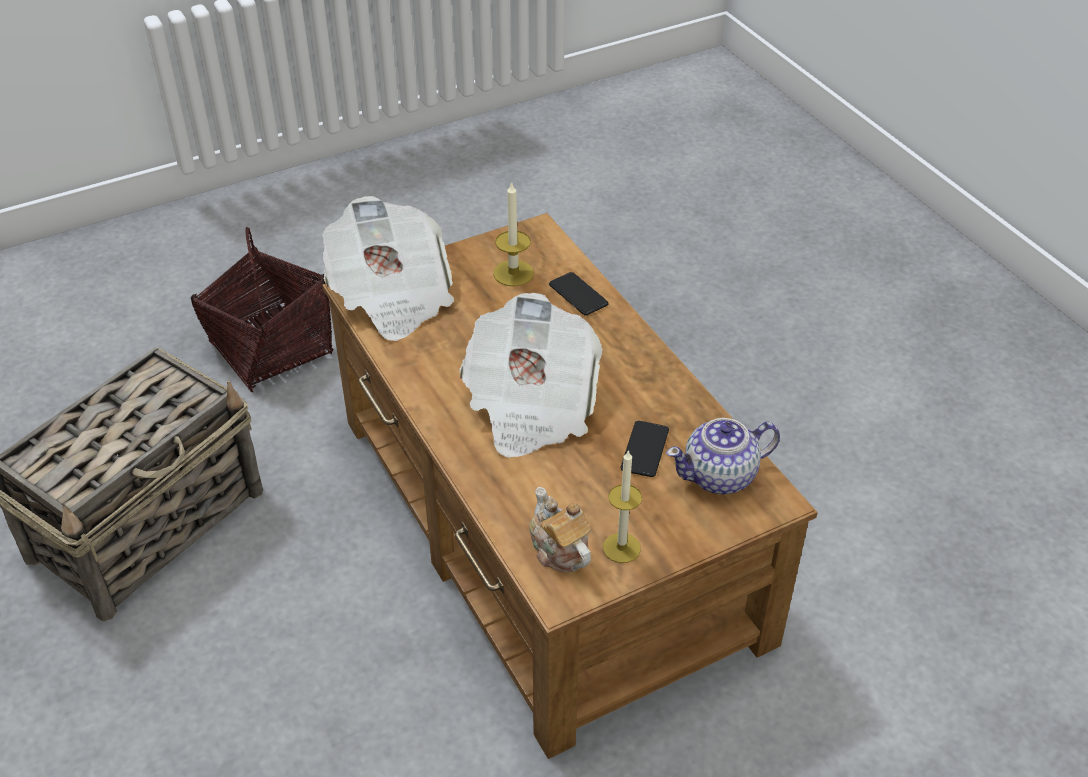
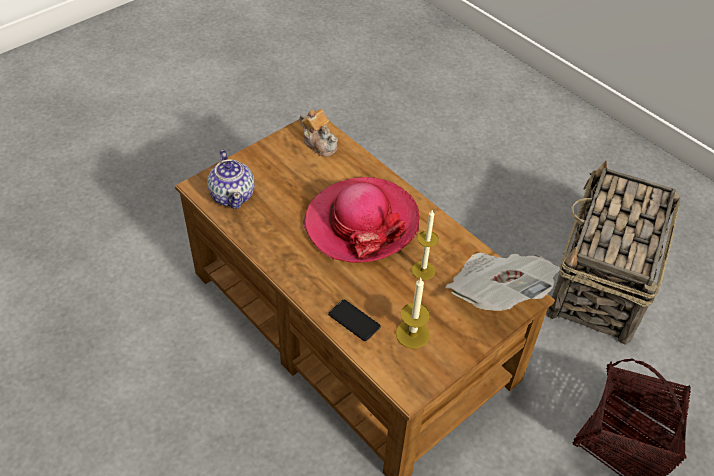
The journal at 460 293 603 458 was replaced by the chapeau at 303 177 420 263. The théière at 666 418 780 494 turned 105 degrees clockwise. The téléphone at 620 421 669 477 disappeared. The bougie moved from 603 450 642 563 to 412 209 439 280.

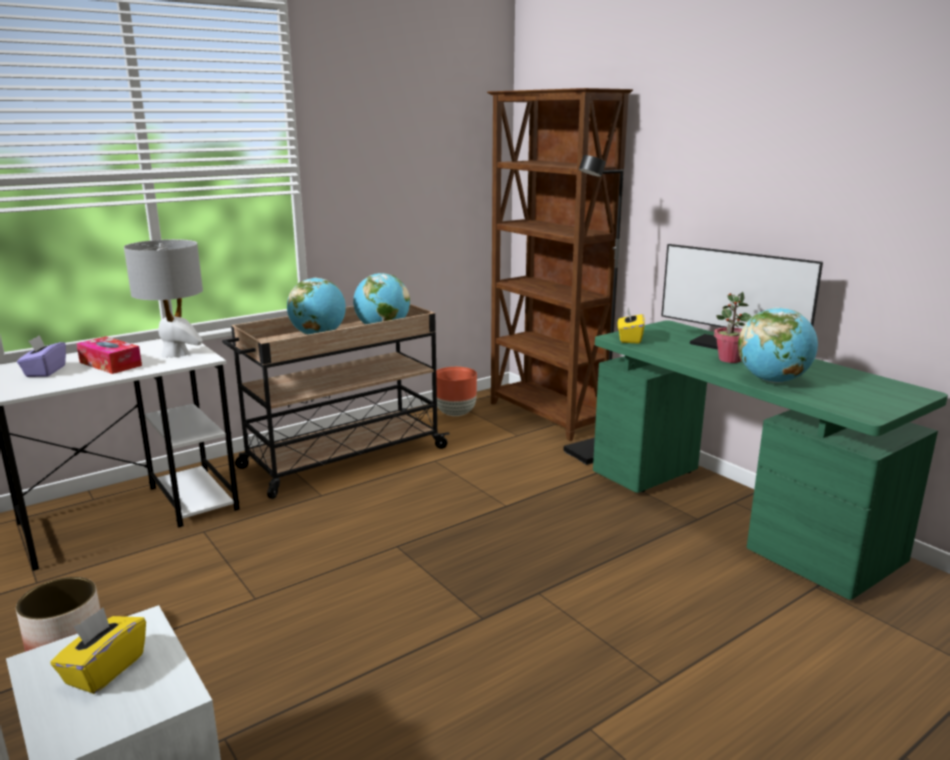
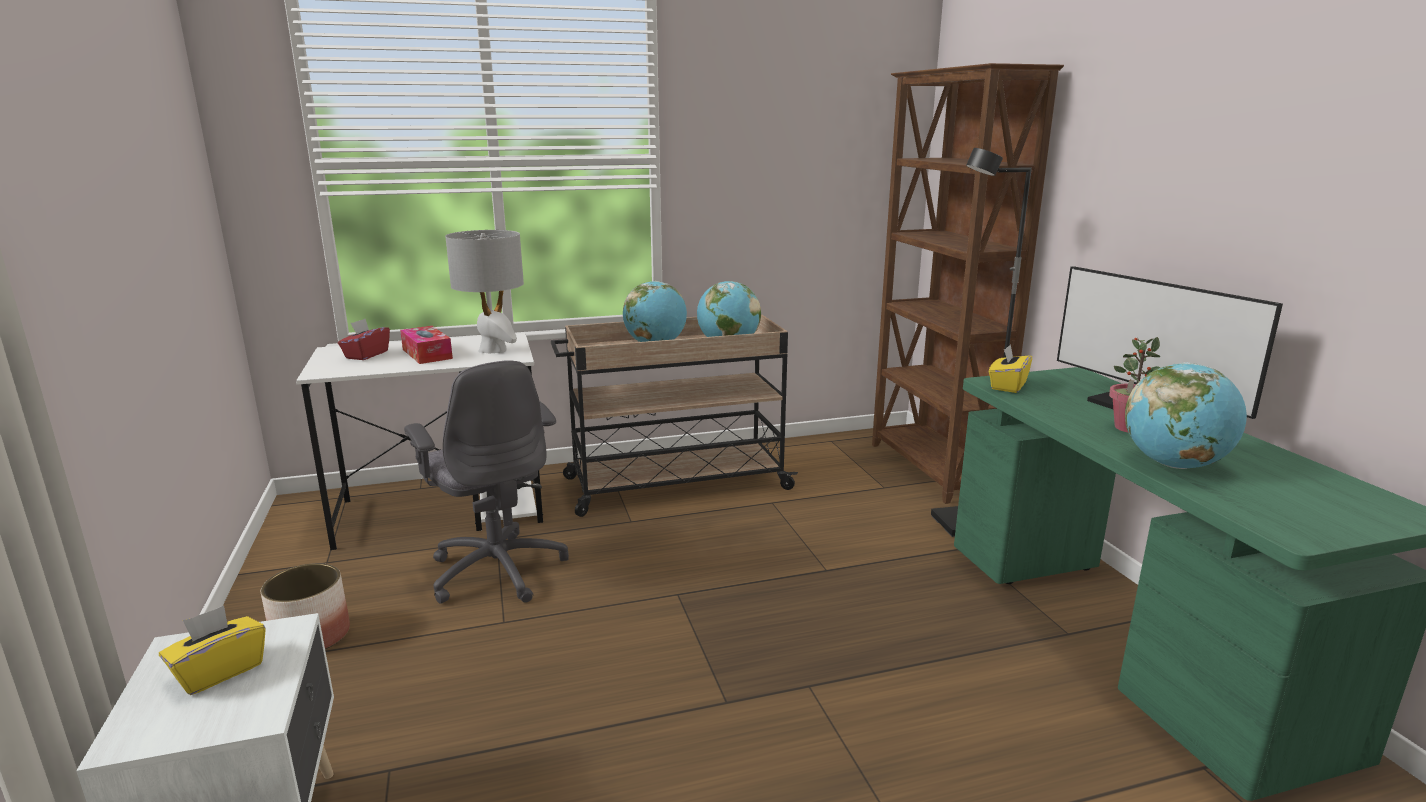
The boîte à mouchoirs [violet] at 17 335 66 377 became the boîte à mouchoirs [rouge] at 338 319 390 360. The cache-pot [marron] at 436 367 477 416 disappeared. The chaise de bureau [gris] at 404 361 569 604 appeared.

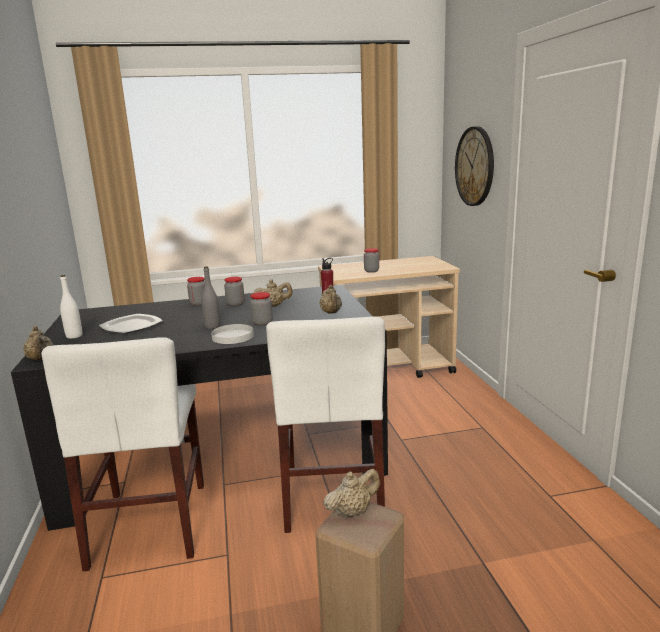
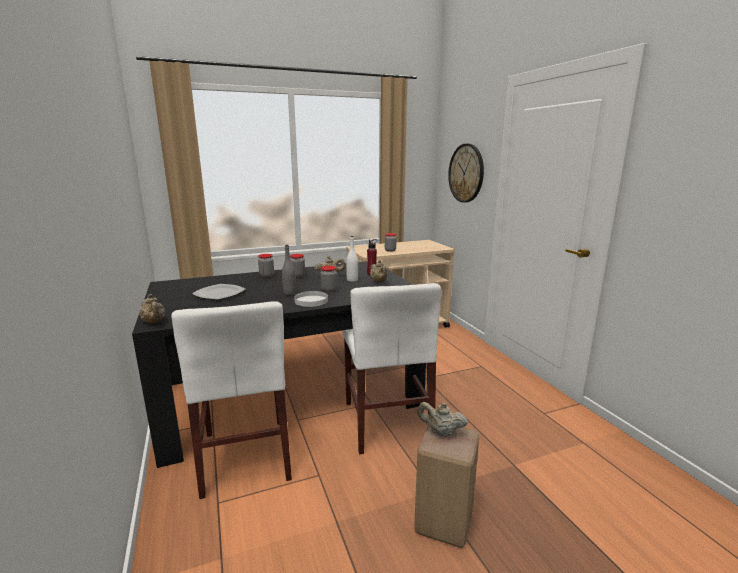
The bouteille [blanc] moved from 60 275 82 339 to 346 236 358 282. The théière [beige] at 324 469 380 518 turned 120 degrees counterclockwise.

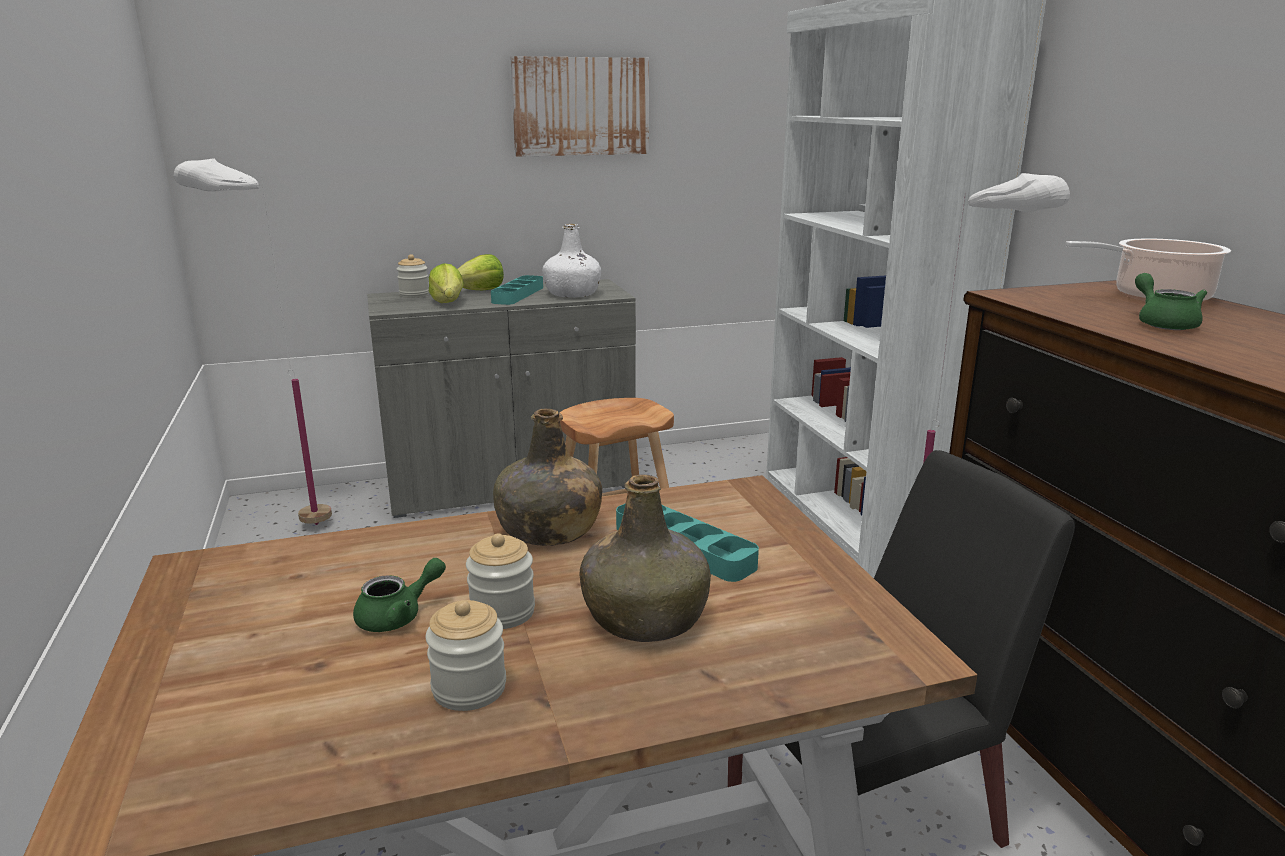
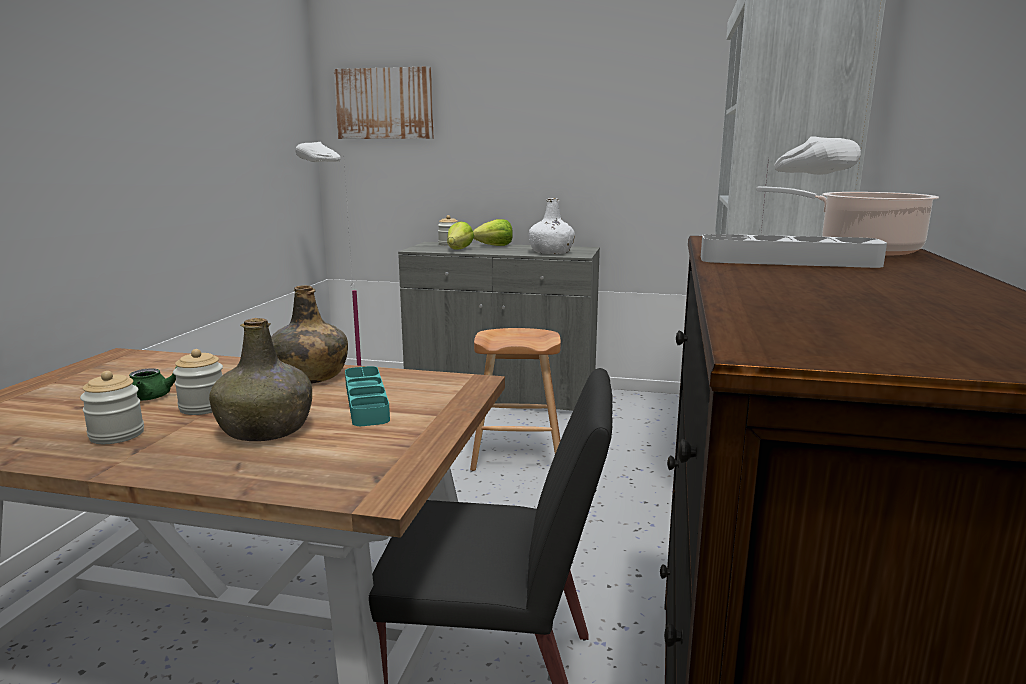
The tableau moved from 510 56 649 157 to 334 66 433 139. The théière [vert] at 1135 273 1207 330 was replaced by the plateau [gris] at 701 234 887 268. The plateau [turquoise] at 491 275 543 305 disappeared.

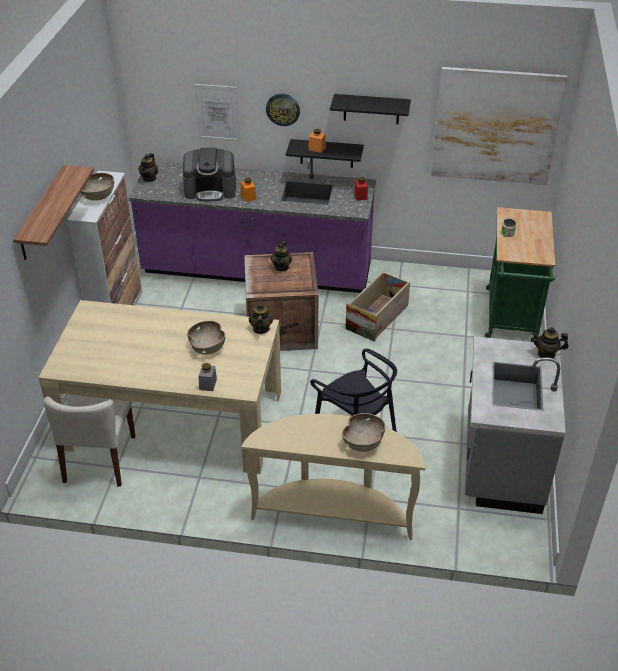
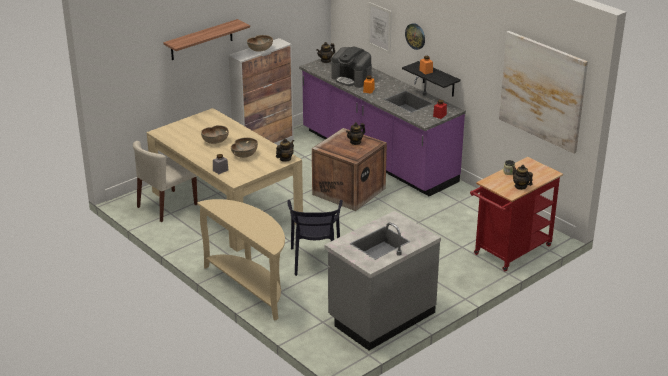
The étagère [noir] at 330 94 411 124 disappeared. The chariot [vert] at 485 207 555 342 became the chariot [rouge] at 470 157 563 271. The caisse at 346 271 410 342 disappeared. The théière moved from 532 327 568 358 to 512 165 533 190. The bol [marron] moved from 342 413 386 452 to 201 125 229 144.

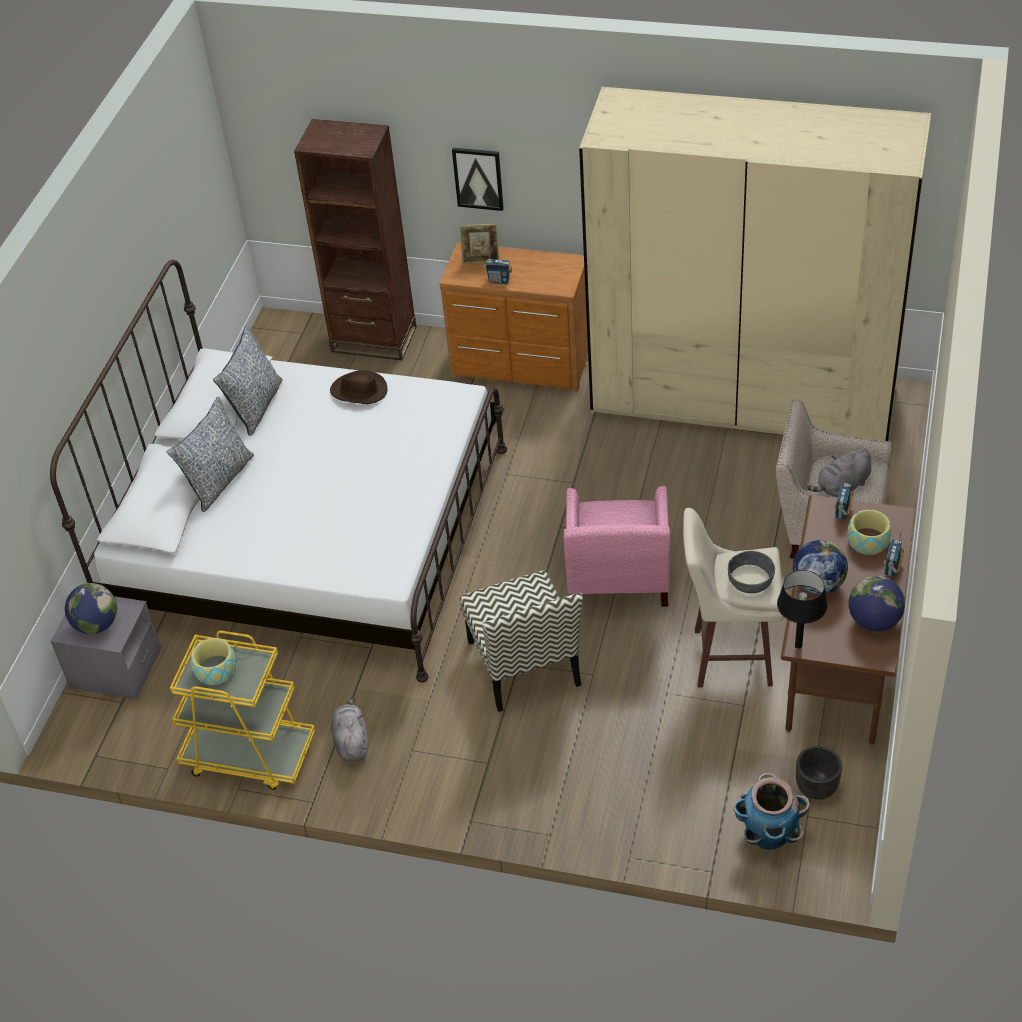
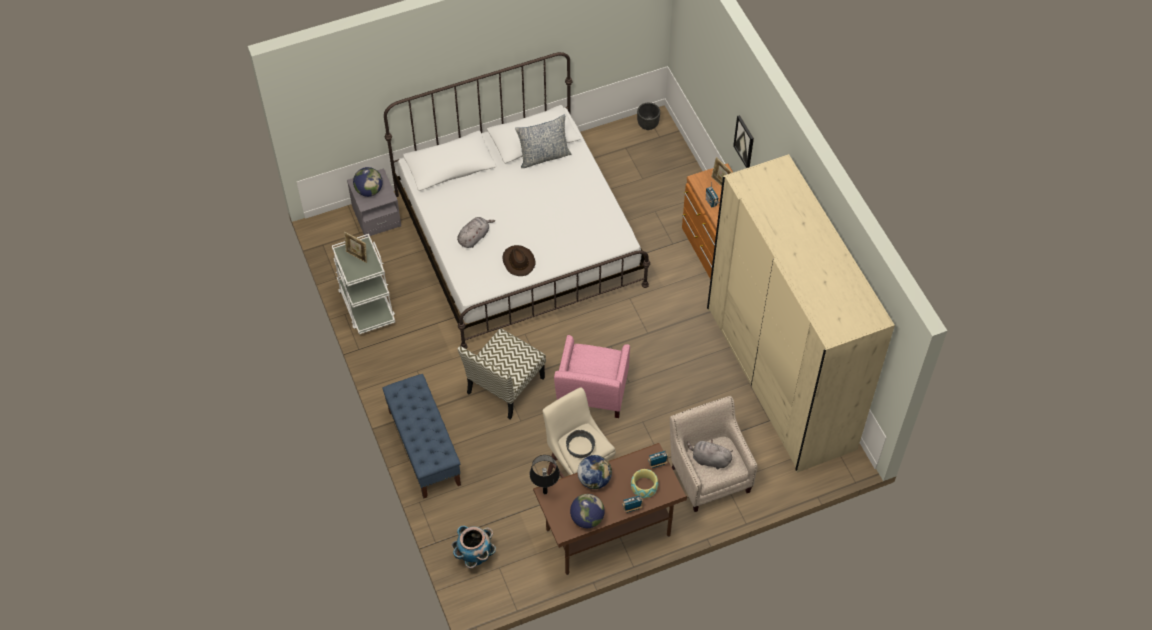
The bibliothèque [marron] at 294 119 417 360 disappeared. The chapeau [marron] moved from 330 370 387 404 to 502 245 536 276. The coussin at 167 397 254 512 disappeared. The fauteuil [rose] at 564 486 670 606 turned 45 degrees counterclockwise. The chariot [jaune] at 170 631 316 790 became the chariot [blanc] at 332 234 395 334. The bol at 190 638 236 685 was replaced by the cadre photo at 344 232 367 263. The peluche [gris] moved from 331 698 368 762 to 457 217 495 248. The cache-pot [noir] moved from 796 746 842 800 to 637 103 660 130. The banc [bleu] at 382 374 461 498 appeared.

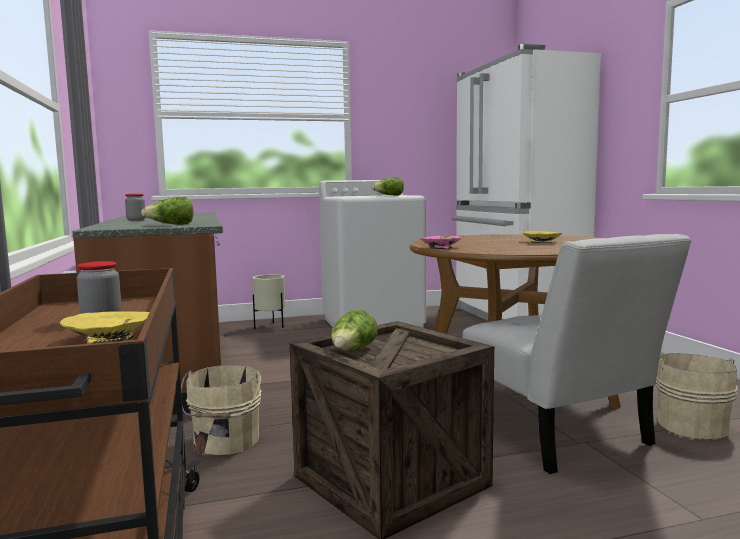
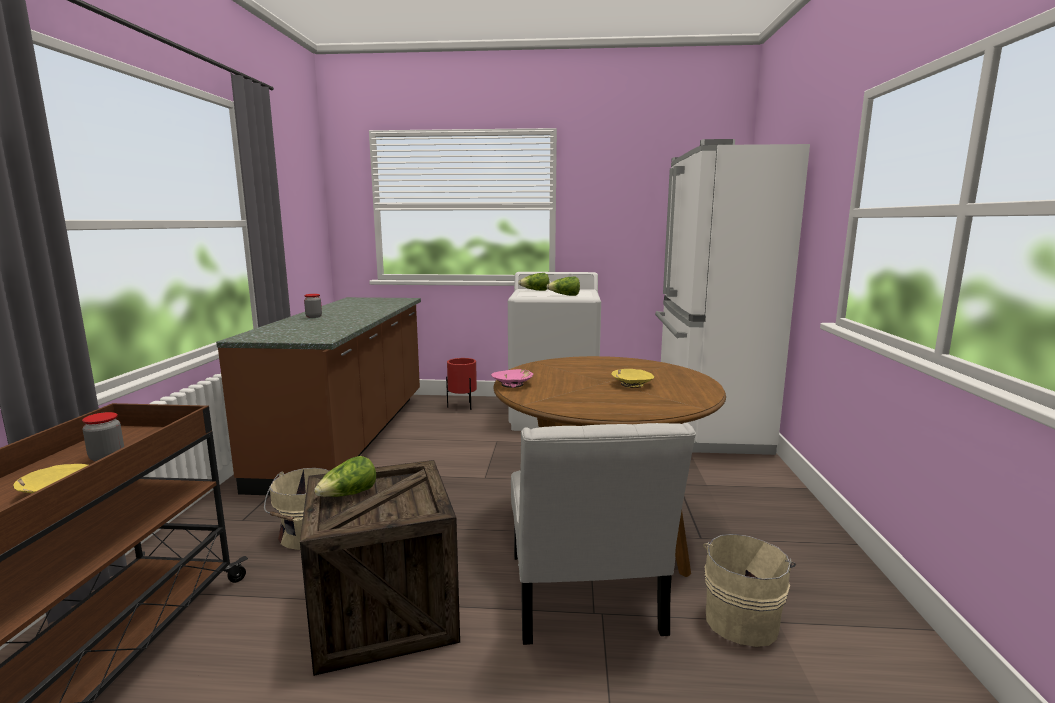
The laitue moved from 141 197 193 225 to 518 273 549 291. The cache-pot [beige] at 253 274 285 329 became the cache-pot [rouge] at 446 358 477 410.

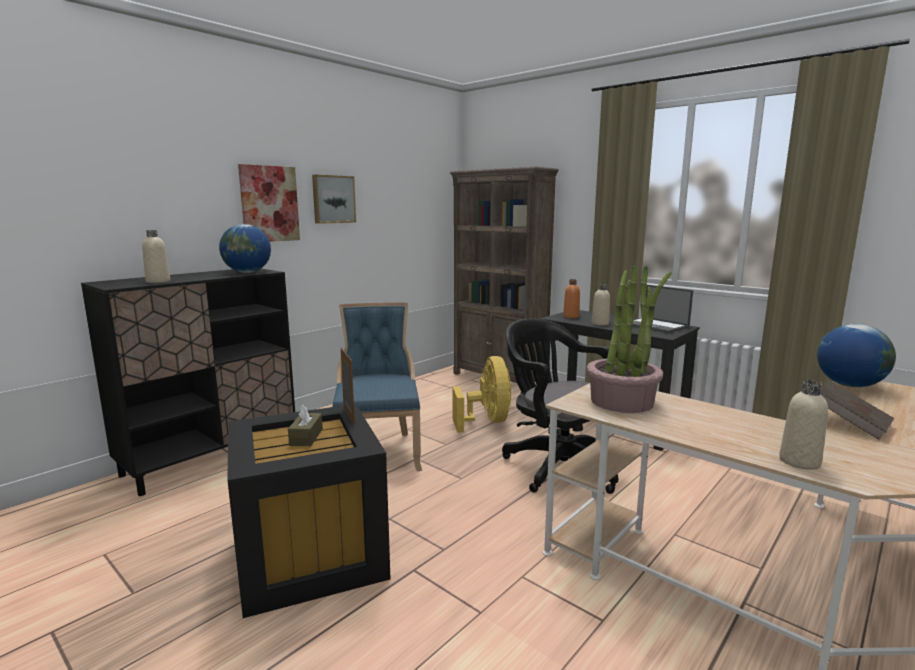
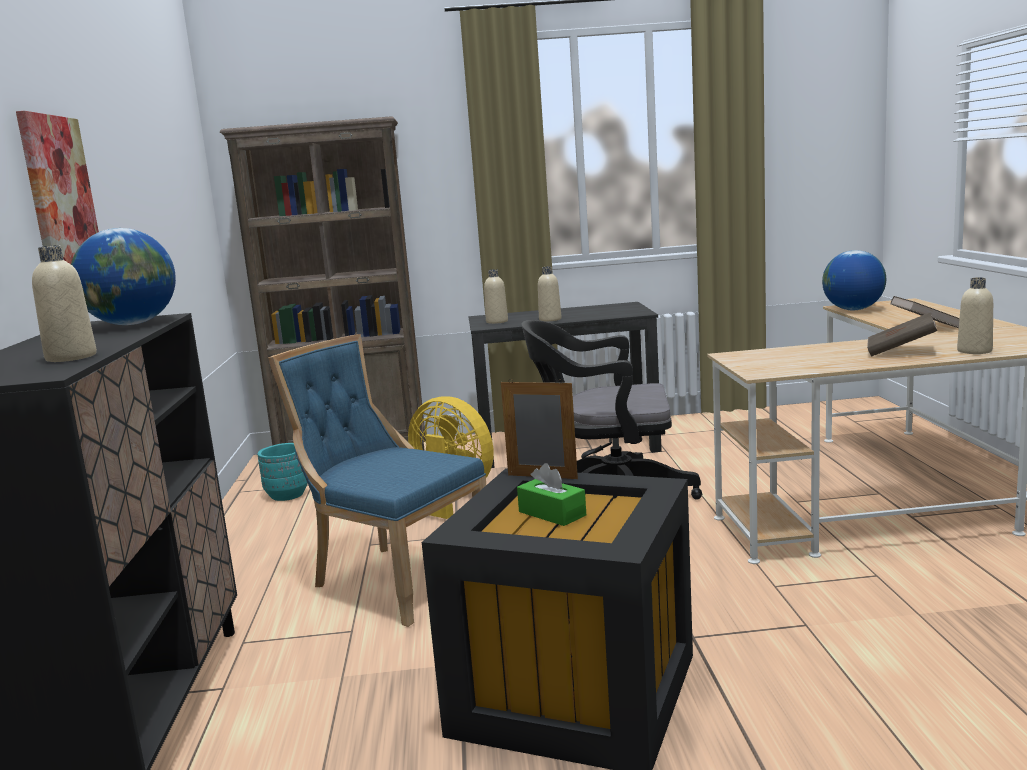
The tableau at 312 175 356 224 disappeared. The plante en pot at 587 265 672 413 disappeared. The bouteille [orange] at 563 279 580 318 became the bouteille [beige] at 484 269 508 324. The ordinateur portable at 632 285 693 334 disappeared. The boîte à mouchoirs [marron] at 288 404 323 446 became the boîte à mouchoirs [vert] at 517 463 586 526. The livre [marron] at 867 312 937 357 appeared. The cache-pot [turquoise] at 258 443 308 501 appeared.

